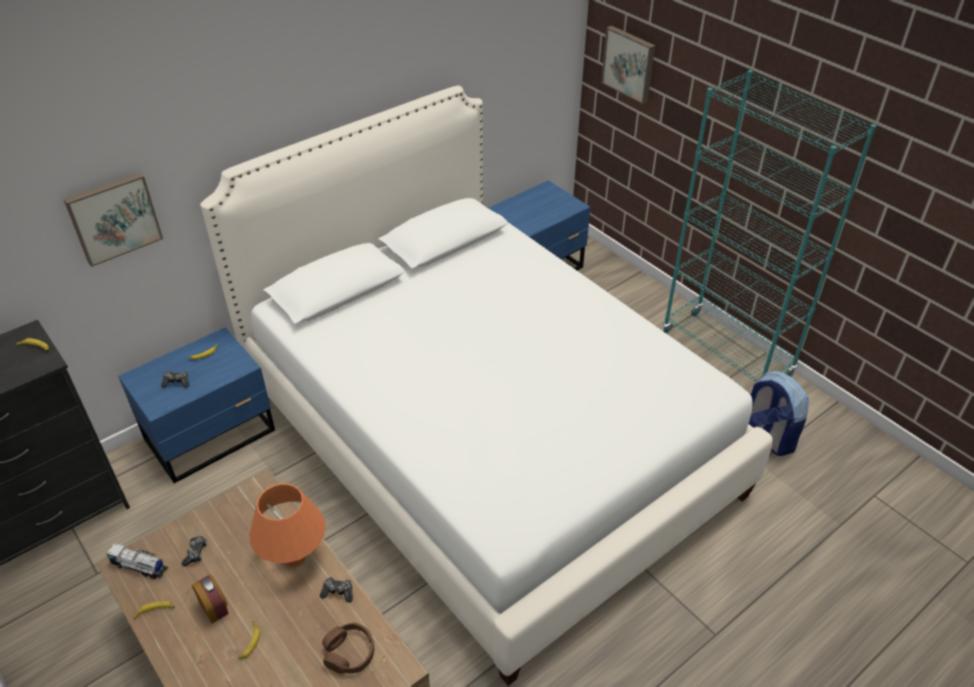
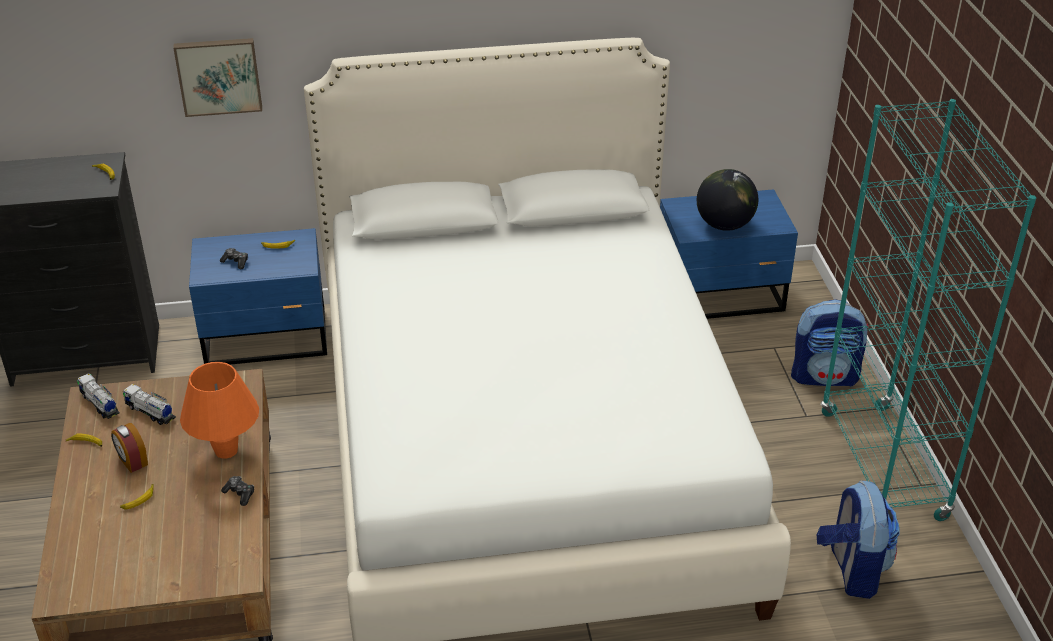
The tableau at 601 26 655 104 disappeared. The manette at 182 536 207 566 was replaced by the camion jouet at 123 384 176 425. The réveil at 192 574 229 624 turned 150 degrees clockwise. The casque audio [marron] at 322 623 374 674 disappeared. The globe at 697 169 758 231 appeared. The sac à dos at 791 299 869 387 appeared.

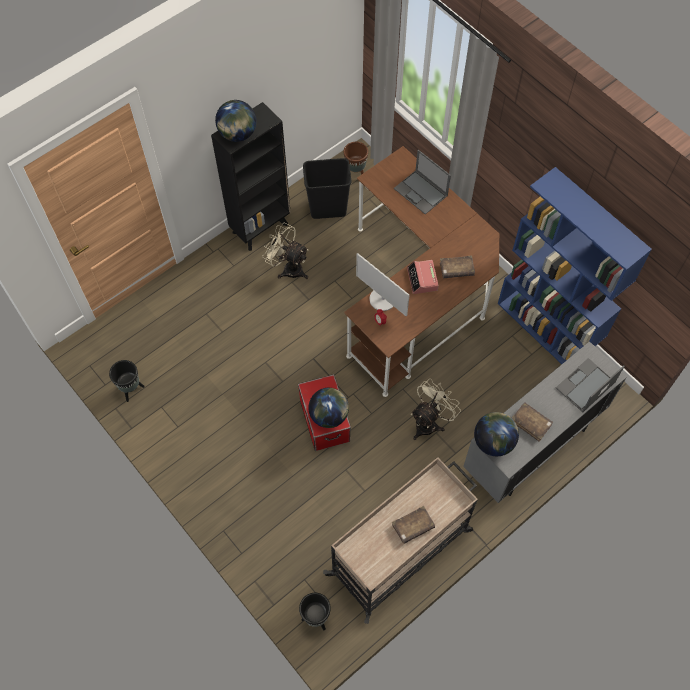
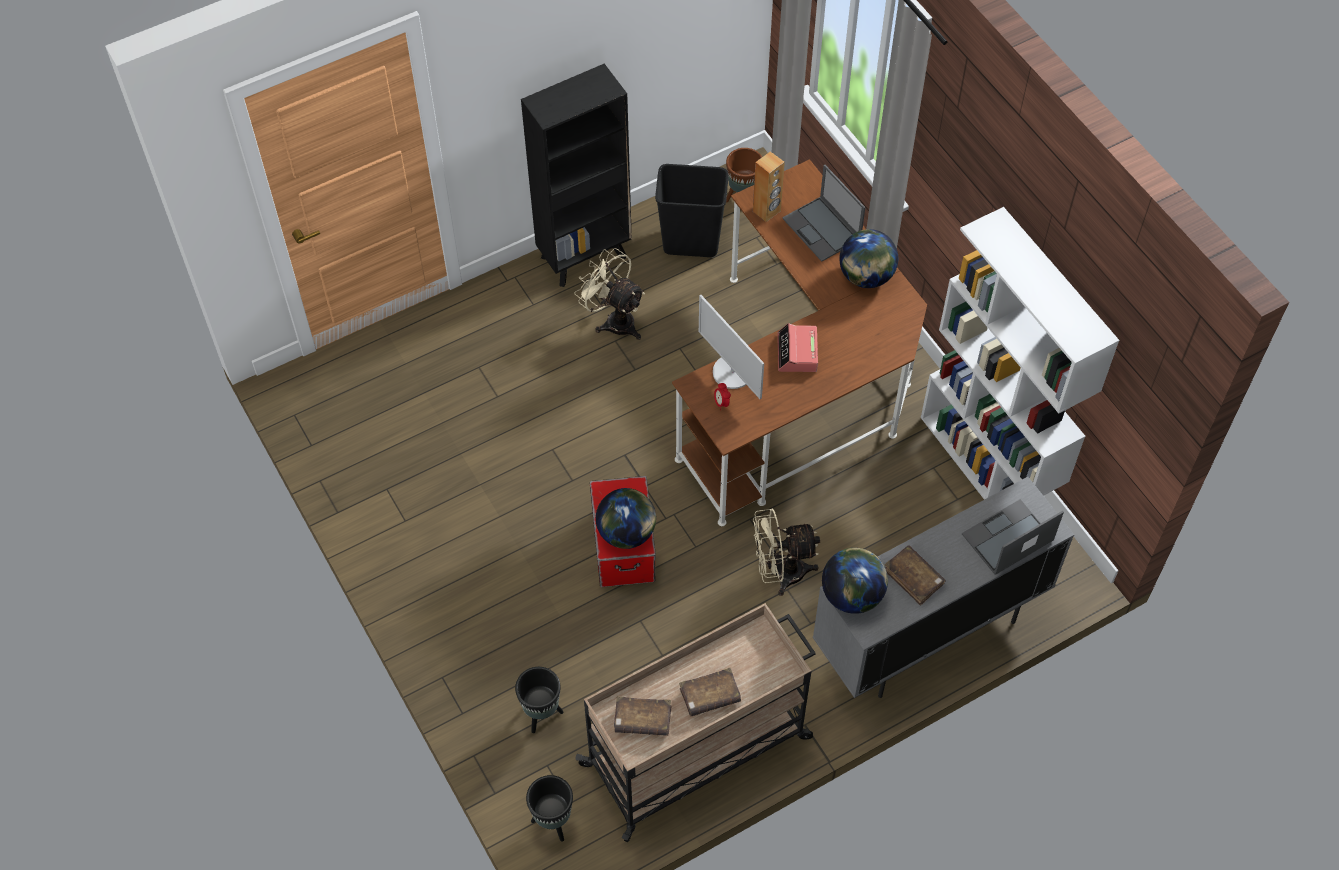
The globe moved from 215 100 257 142 to 839 229 898 288. The bibliothèque [bleu] at 498 167 652 364 became the bibliothèque [blanc] at 921 207 1119 500. The livre [marron] moved from 440 255 475 279 to 614 696 671 736. The cache-pot [noir] moved from 109 360 145 402 to 515 667 564 733. The ventilateur [beige] at 411 379 461 440 turned 150 degrees counterclockwise. The enceinte [marron] at 753 152 785 222 appeared.

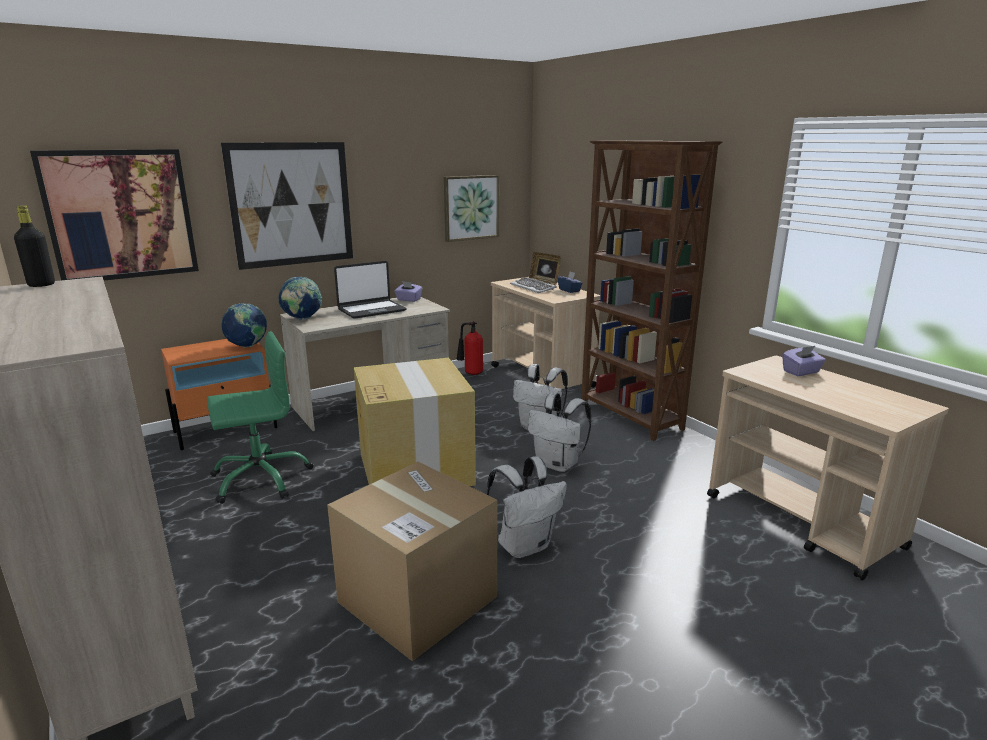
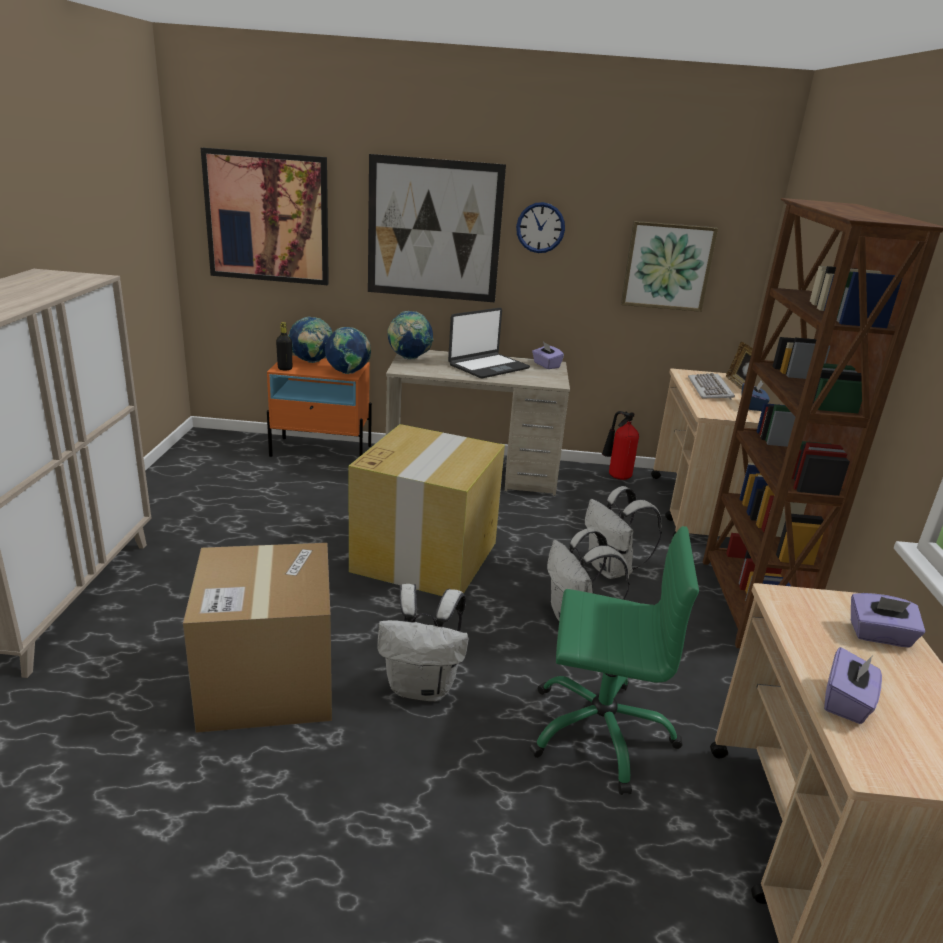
The bouteille [noir] moved from 14 206 55 287 to 276 322 292 370. The ordinateur portable at 334 261 407 319 turned 45 degrees counterclockwise. The chaise de bureau [vert] moved from 207 331 313 504 to 530 526 699 795. The horloge murale at 516 202 565 253 appeared. The globe at 288 317 333 363 appeared. The boîte à mouchoirs [violet] at 824 647 882 724 appeared.

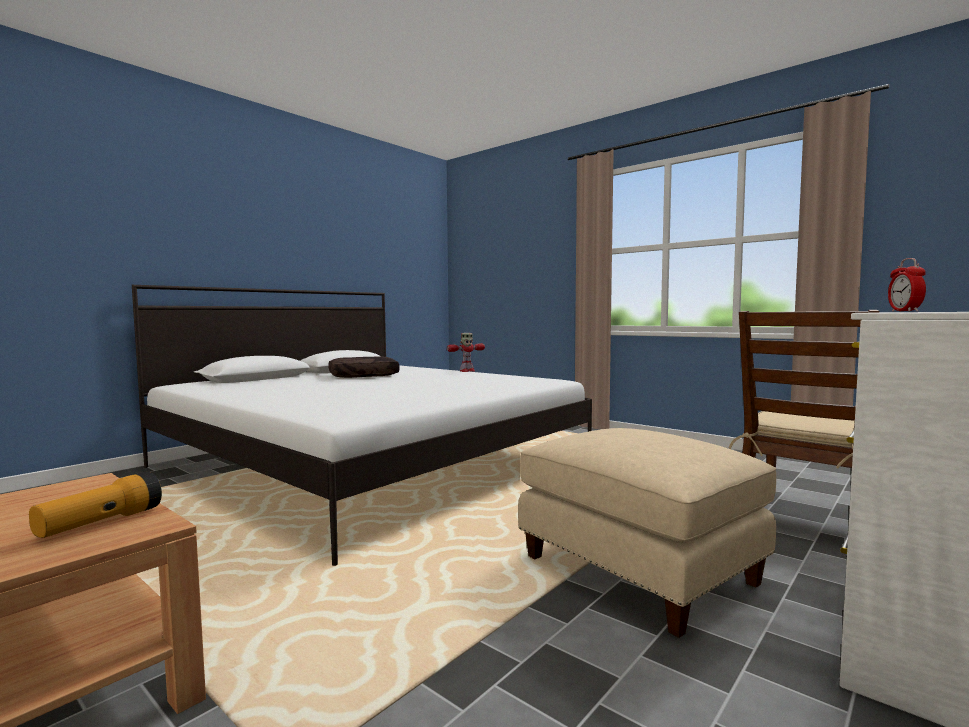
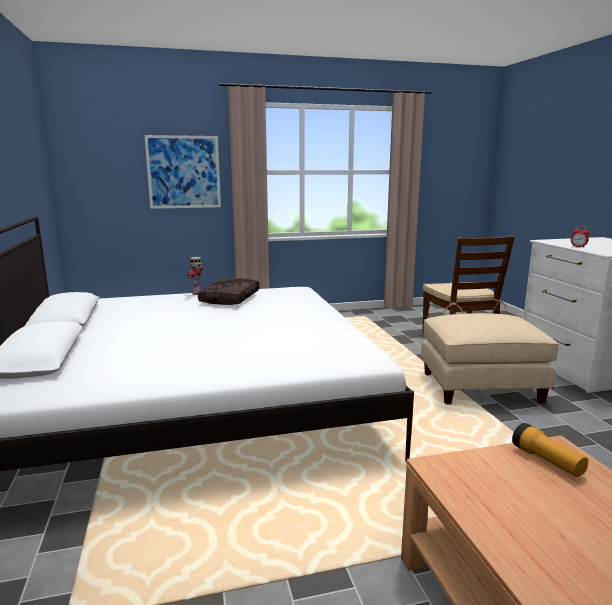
The coussin [marron] moved from 328 356 399 378 to 198 278 259 305. The tableau at 144 135 221 209 appeared.

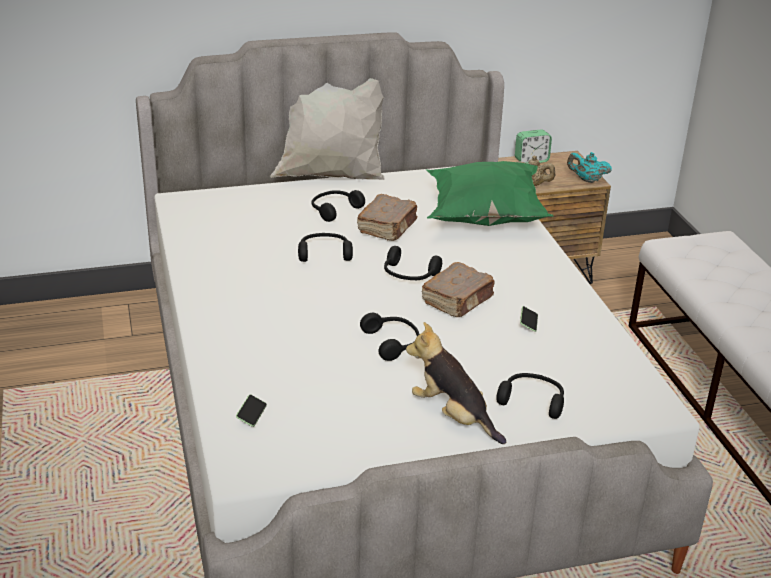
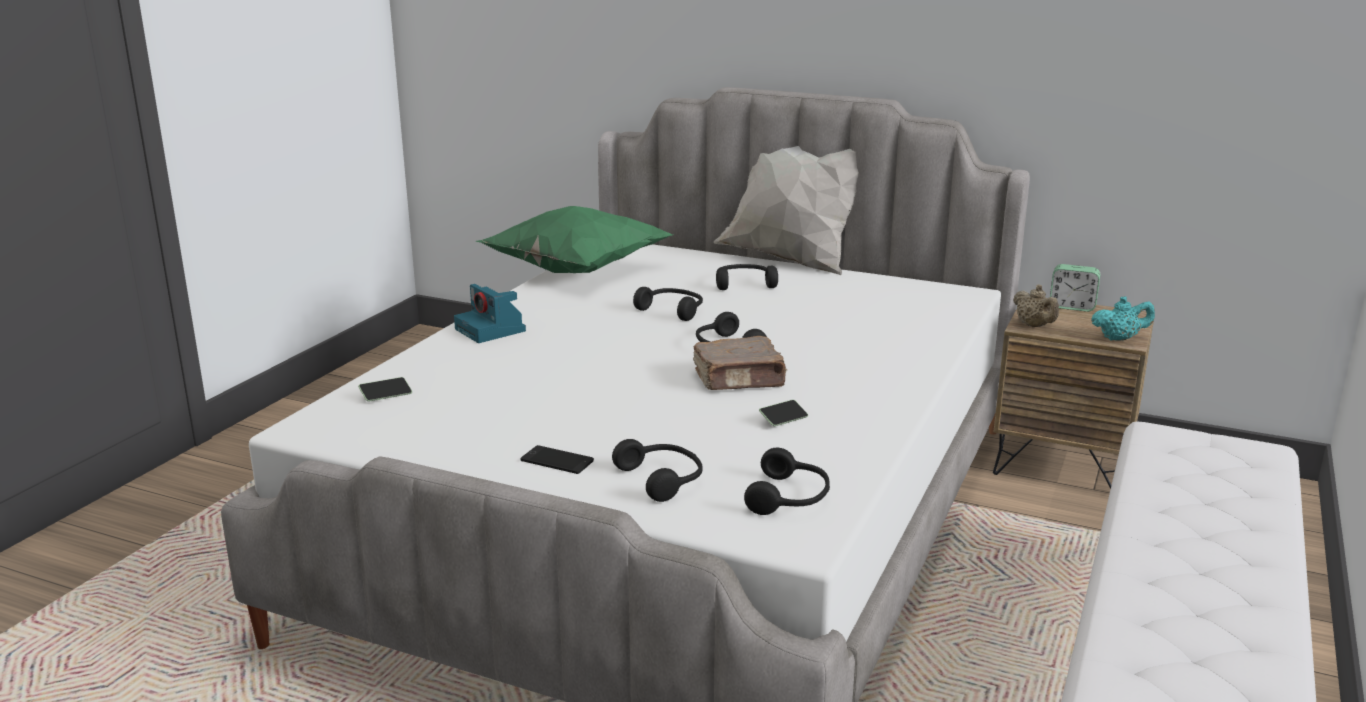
The théière [turquoise] at 567 152 612 183 turned 120 degrees clockwise. The coussin [vert] moved from 425 161 553 226 to 475 206 673 273. The livre [marron] at 357 194 417 241 disappeared. The casque audio [noir] moved from 360 313 419 361 to 744 448 830 515. The peluche at 406 322 506 444 was replaced by the téléphone at 521 445 594 474. The appareil photo at 454 284 526 343 appeared.

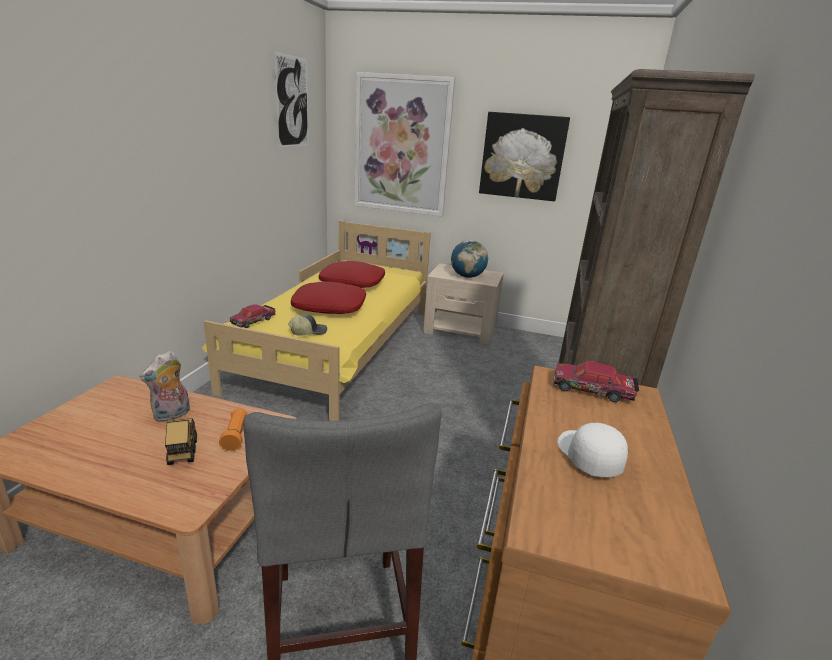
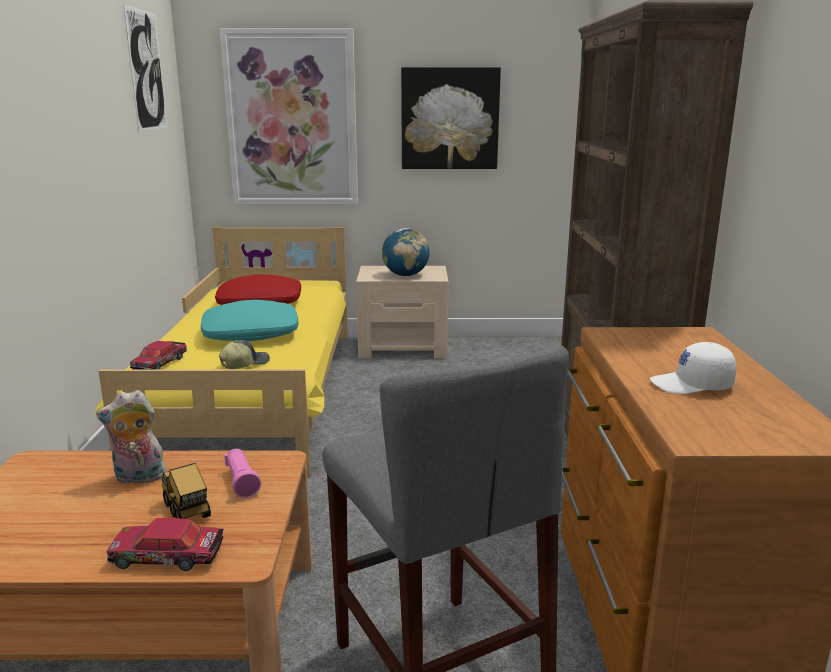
The coussin [rouge] at 291 282 366 314 became the coussin [turquoise] at 201 300 298 341. The peluche at 139 351 190 422 turned 60 degrees clockwise. The petite voiture moved from 554 361 639 402 to 107 518 224 571. The lampe de poche [orange] at 219 409 247 451 became the lampe de poche [rose] at 224 449 261 498. The casquette [blanc] at 557 423 628 477 turned 60 degrees counterclockwise.

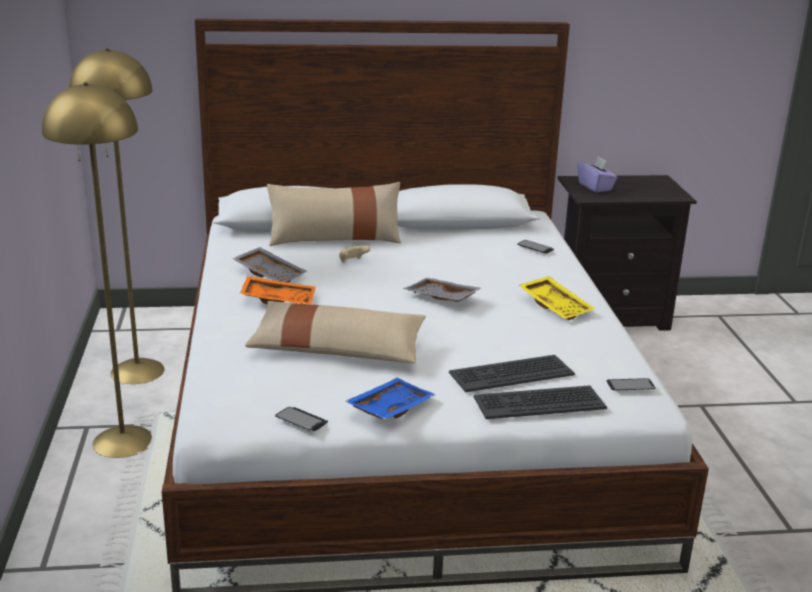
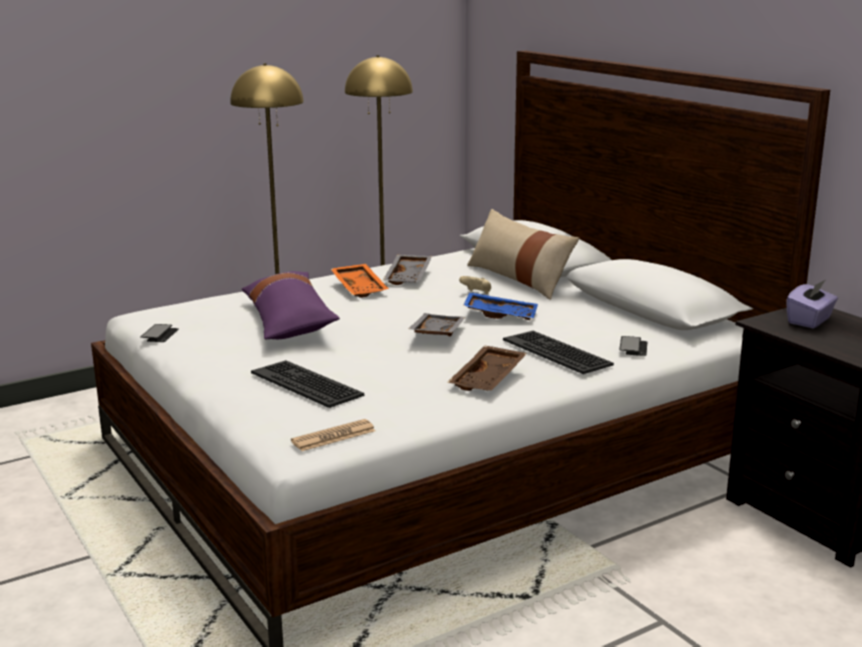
The plateau [jaune] at 519 276 595 320 became the plateau [marron] at 447 346 527 391. The coussin [beige] at 245 301 426 364 became the coussin [violet] at 242 271 340 339. The plateau [bleu] moved from 345 378 436 419 to 463 292 538 320. The téléphone at 607 378 656 391 was replaced by the journal at 291 419 376 451. The clavier moved from 474 385 607 419 to 503 331 614 374.

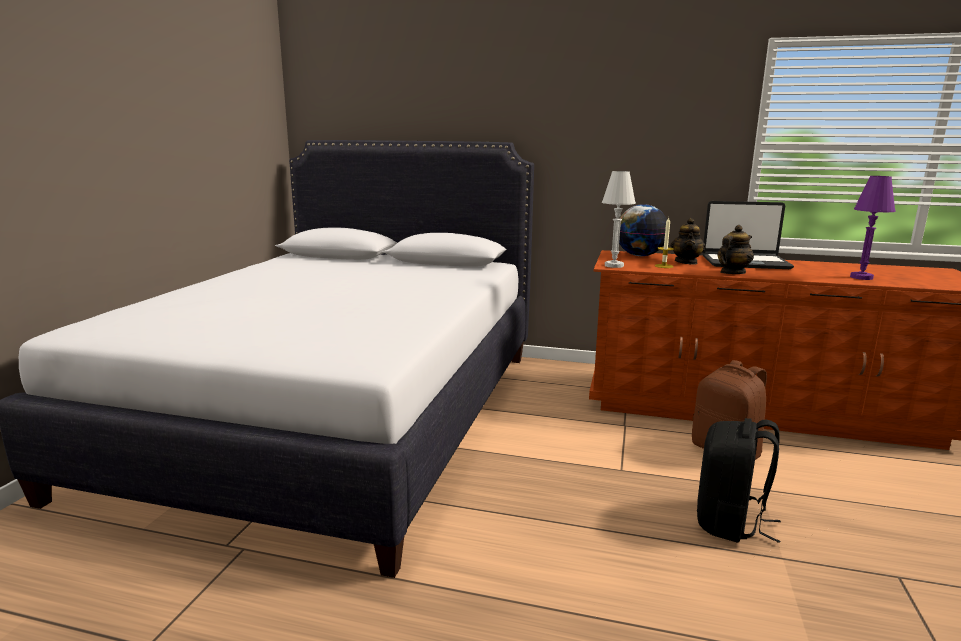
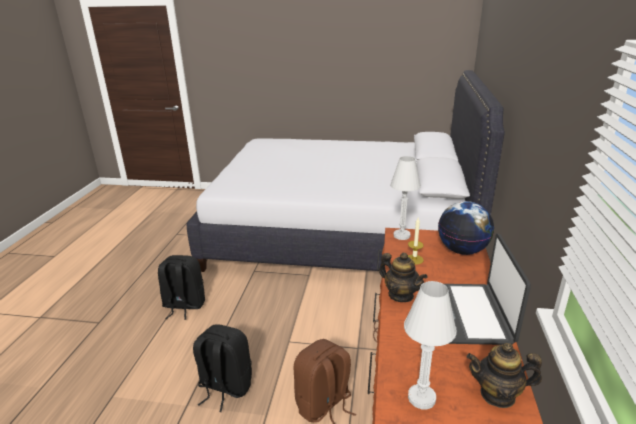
The lampe de table [violet] at 850 176 895 280 became the lampe de table [blanc] at 404 281 457 410. The théière moved from 670 218 706 264 to 467 343 542 408. The sac à dos [noir] at 158 255 205 320 appeared.

